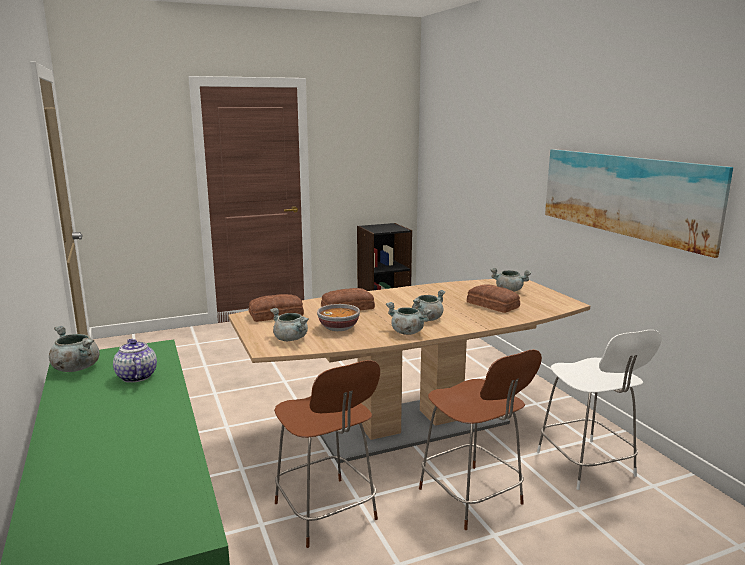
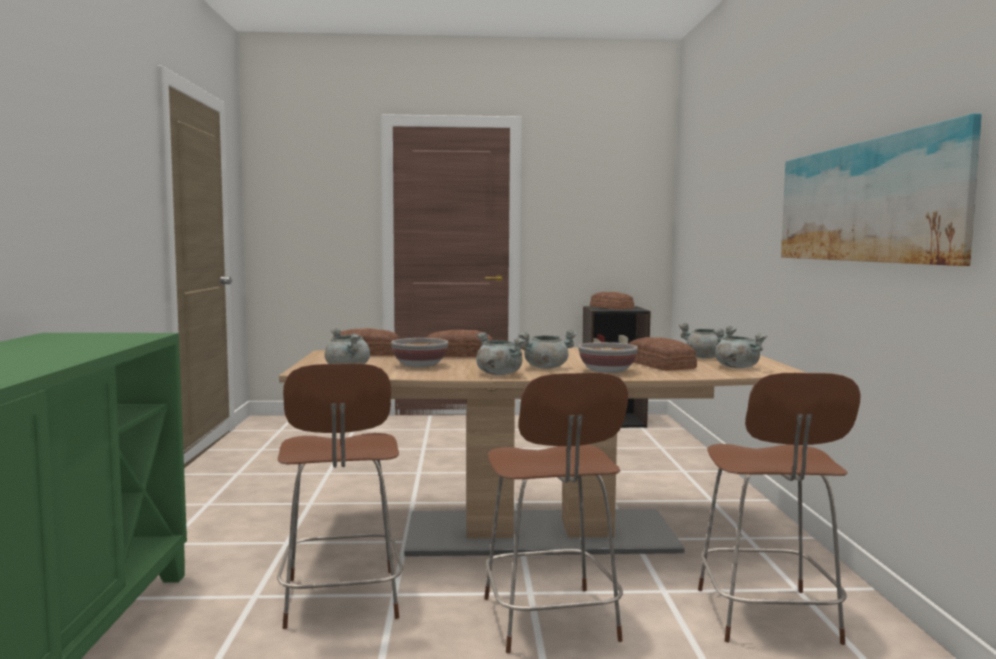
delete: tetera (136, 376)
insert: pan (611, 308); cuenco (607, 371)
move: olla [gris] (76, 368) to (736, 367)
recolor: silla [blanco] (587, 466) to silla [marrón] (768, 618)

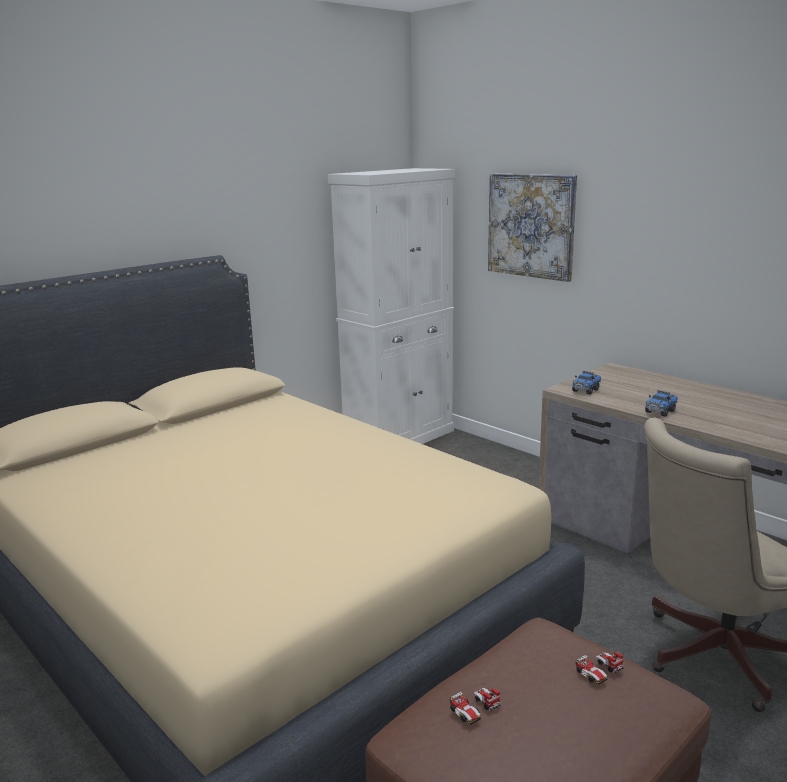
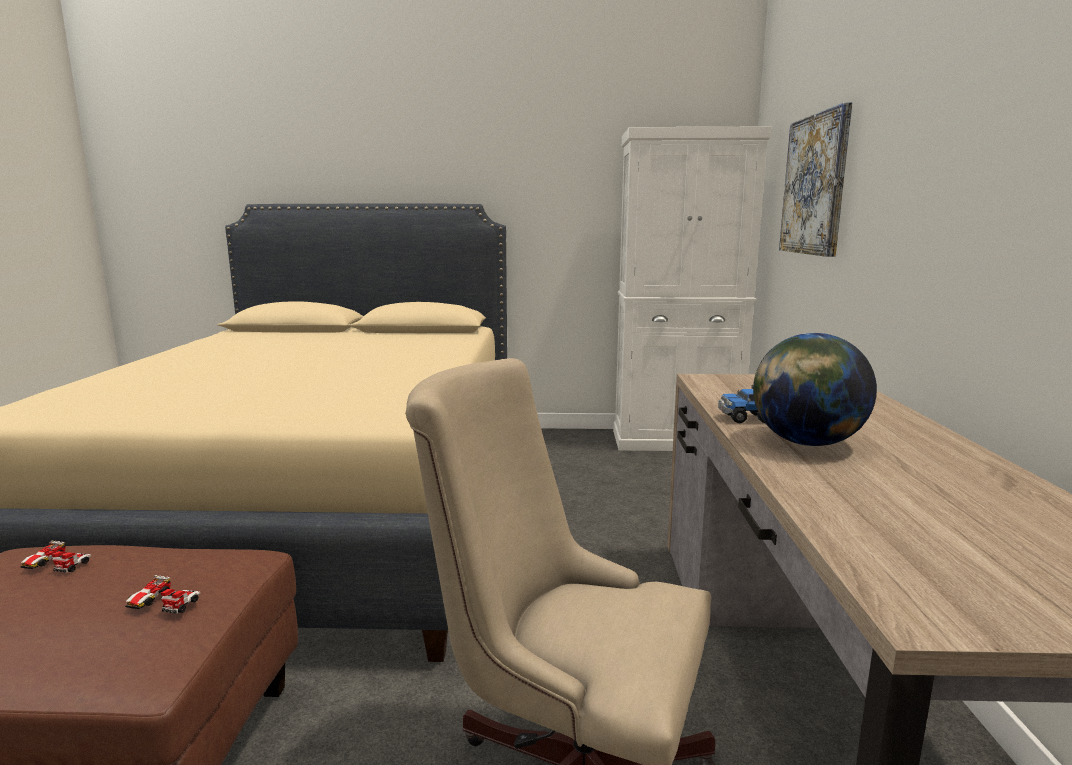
delete: camión de juguete (585, 390)
insert: globo terráqueo (806, 443)

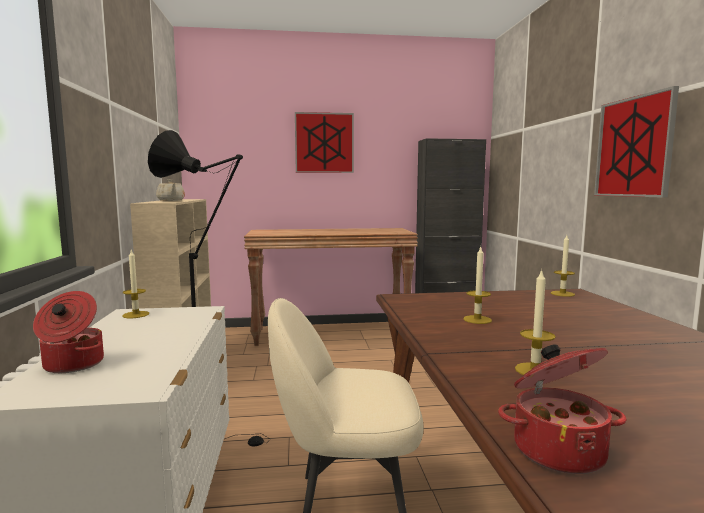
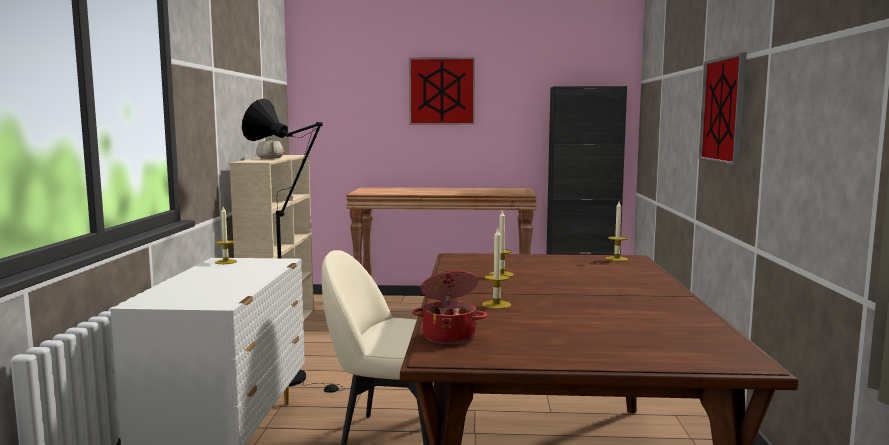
delete: olla (72, 365)

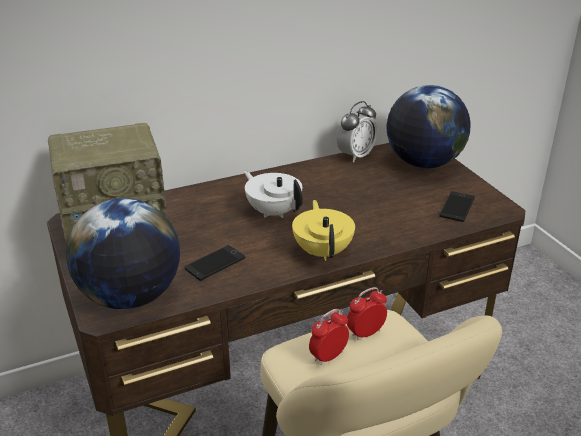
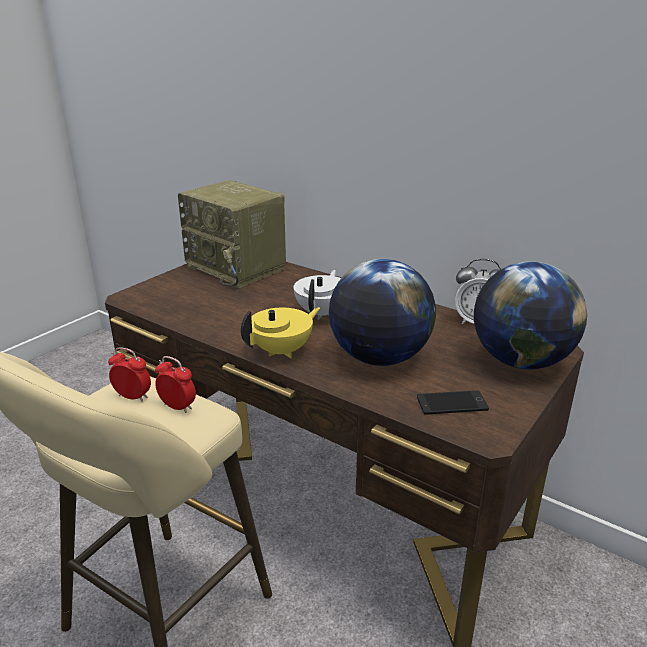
delete: móvil (215, 263)
move: globo terráqueo (130, 297) to (379, 358)

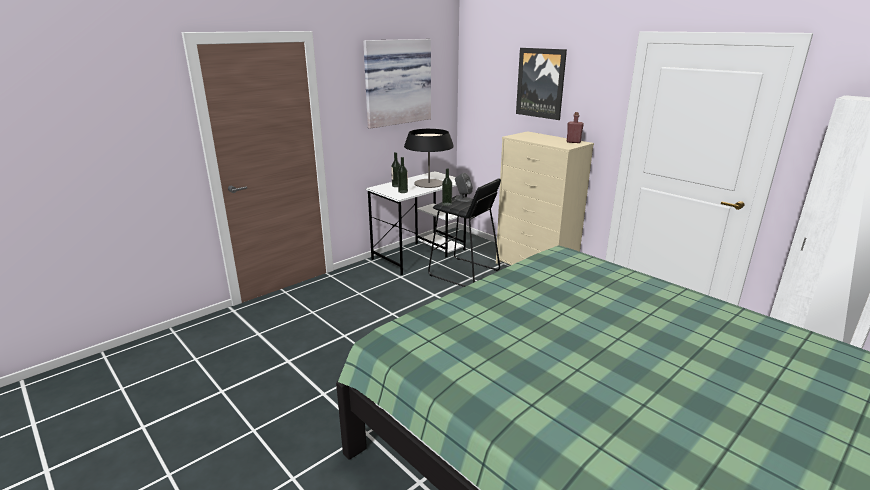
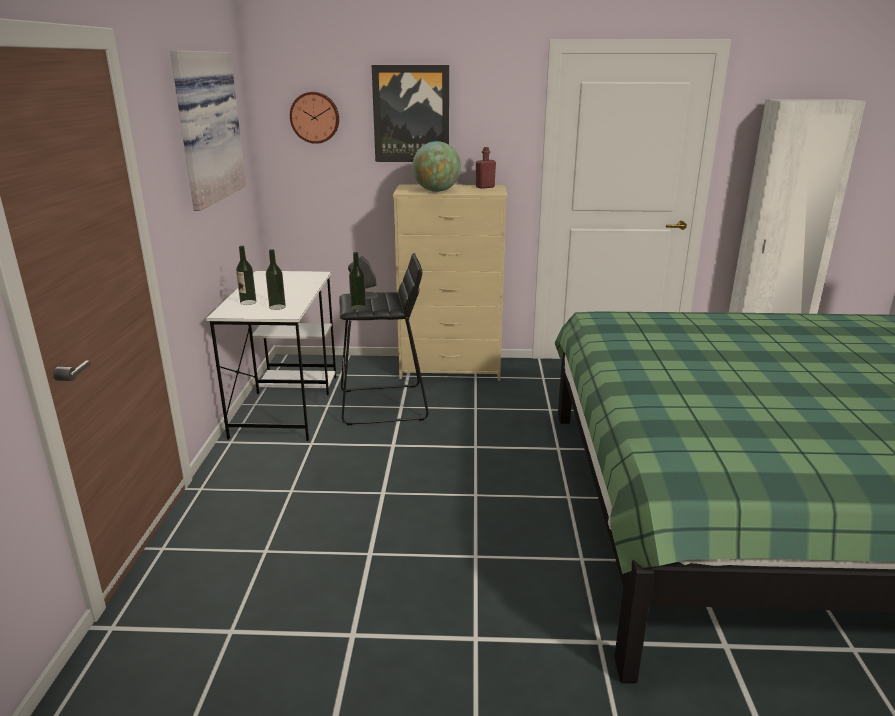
delete: lámpara de mesa (429, 183)
insert: reloj de pared (315, 117); globo terráqueo (436, 191)

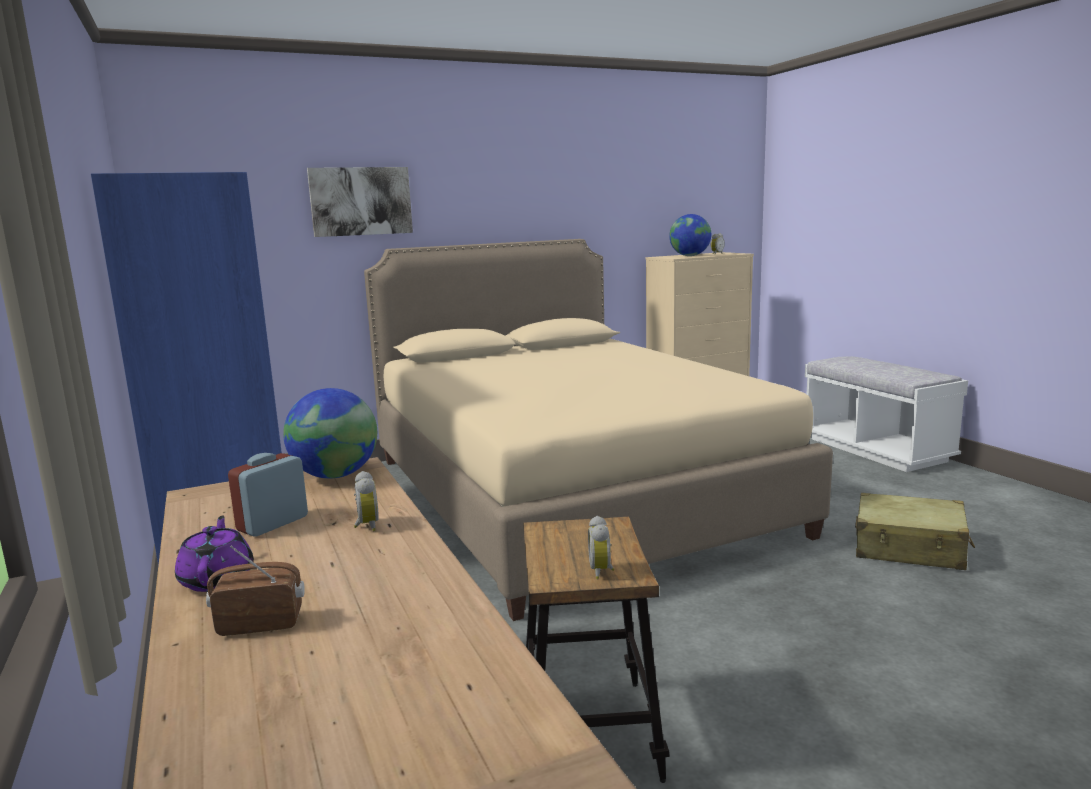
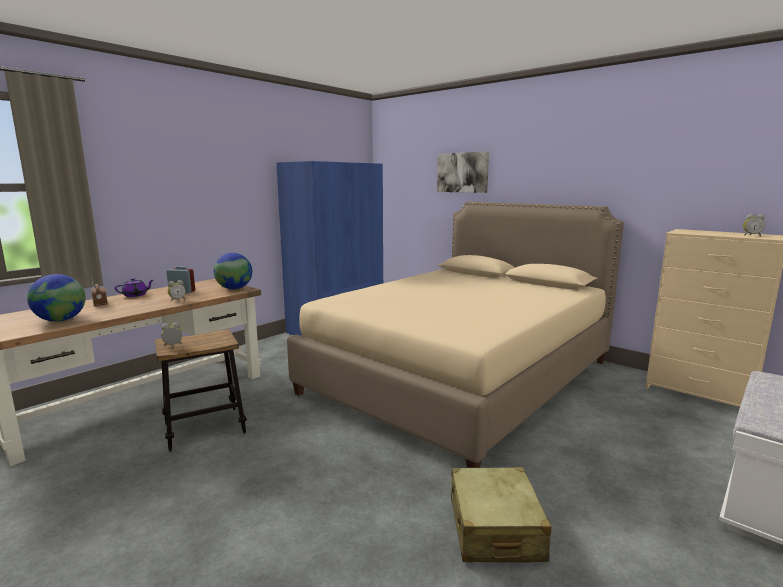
move: globo terráqueo (690, 256) to (61, 320)

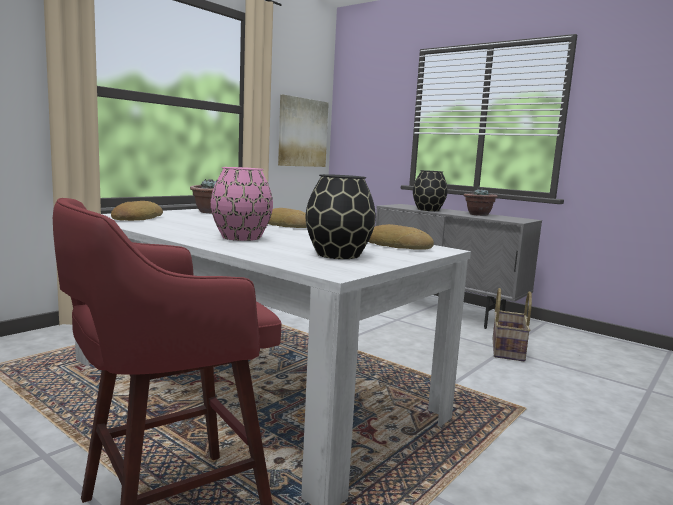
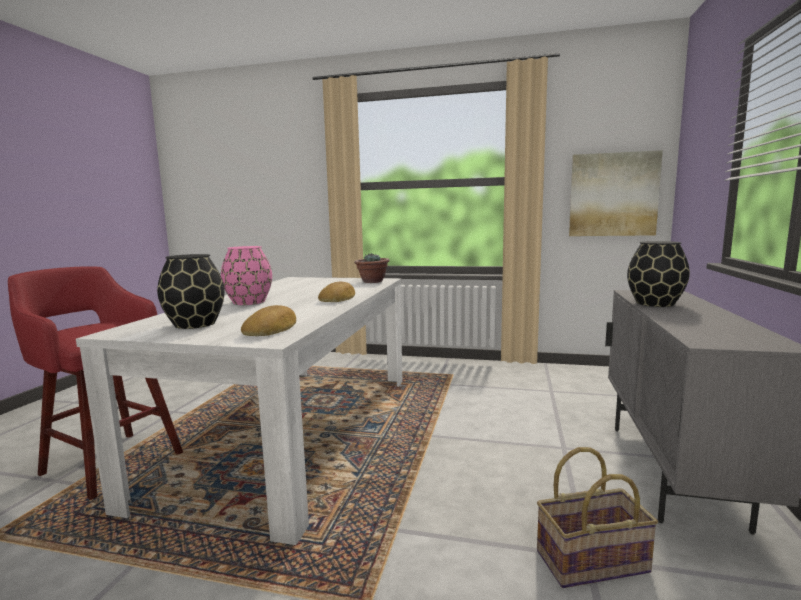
delete: planta en maceta (478, 214); pan (136, 218)

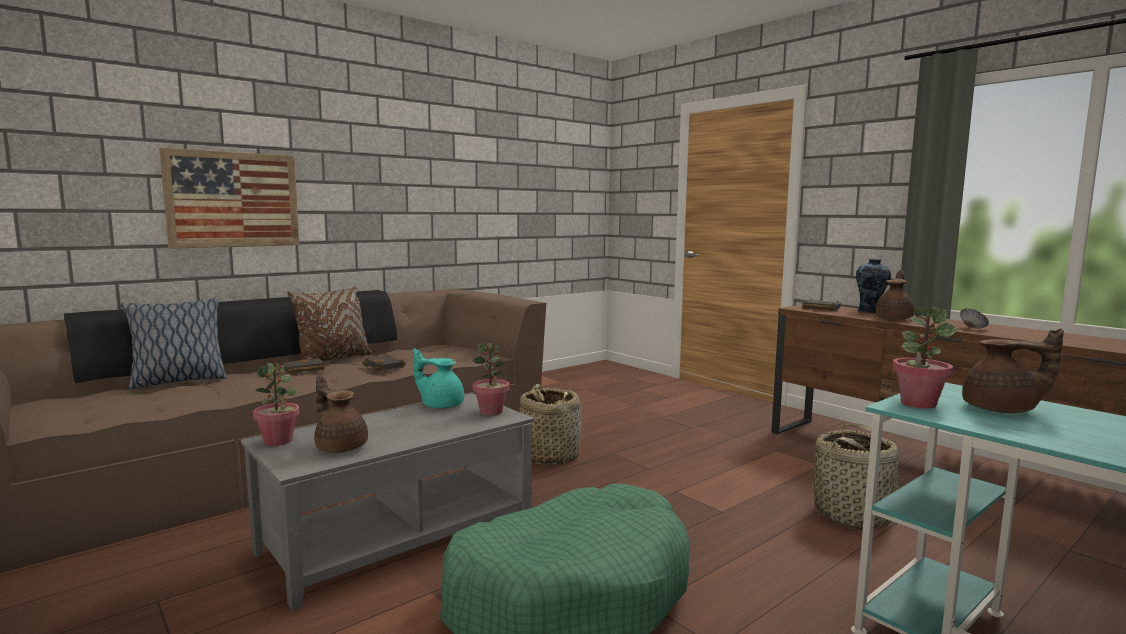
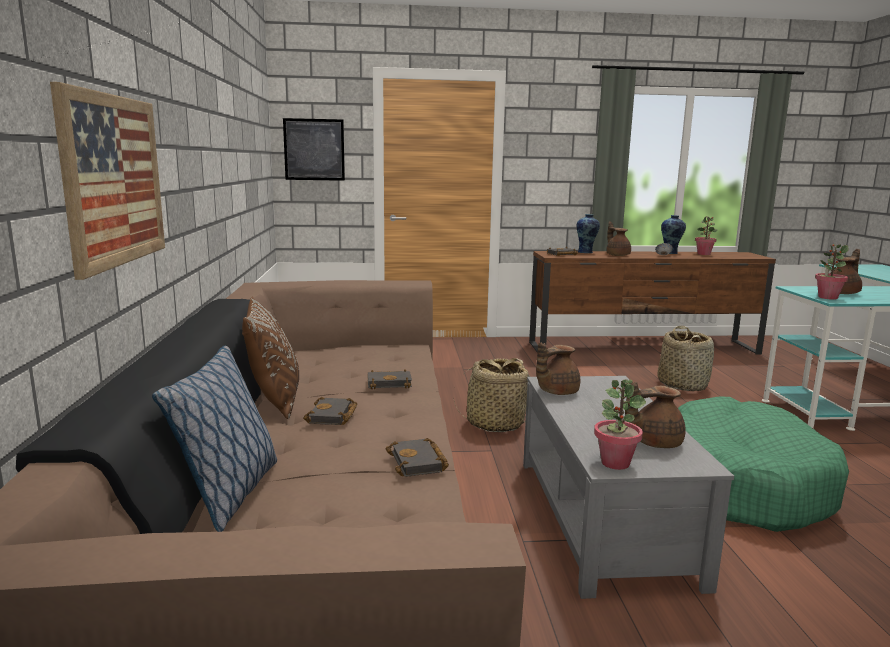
insert: cuadro (314, 149); florero (670, 253); libro [negro] (419, 463)
move: planta en maceta (491, 412) to (704, 254)
recolor: tetera [turquesa] (441, 405) to tetera [marrón] (556, 392)

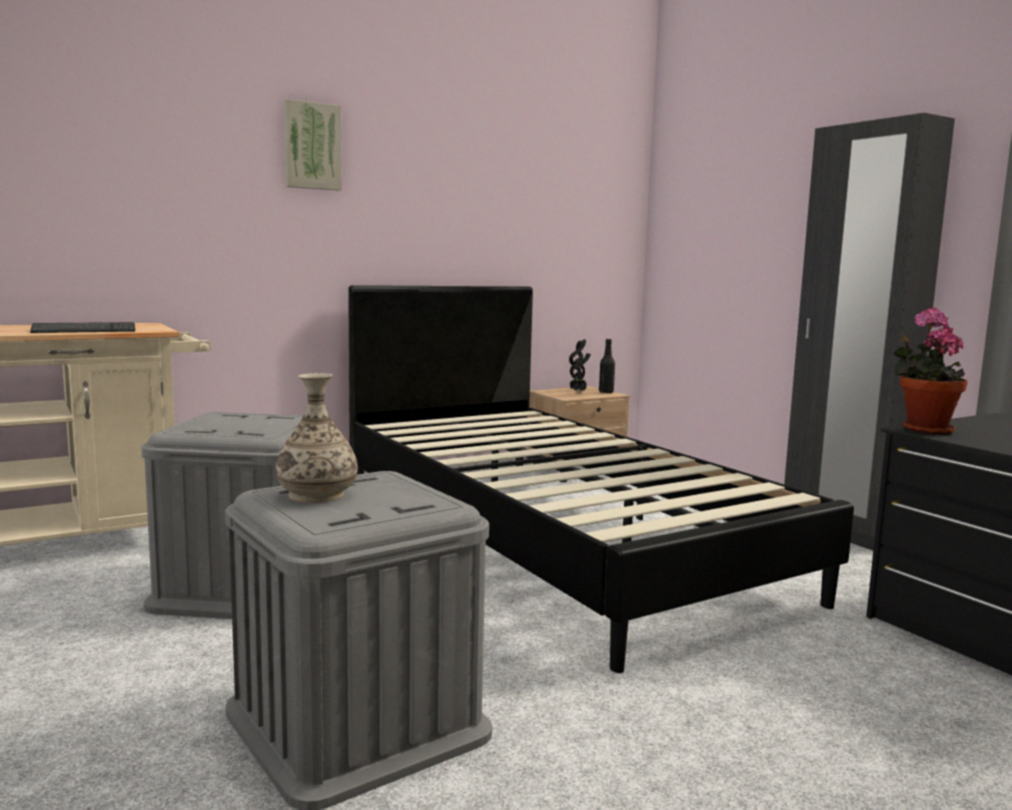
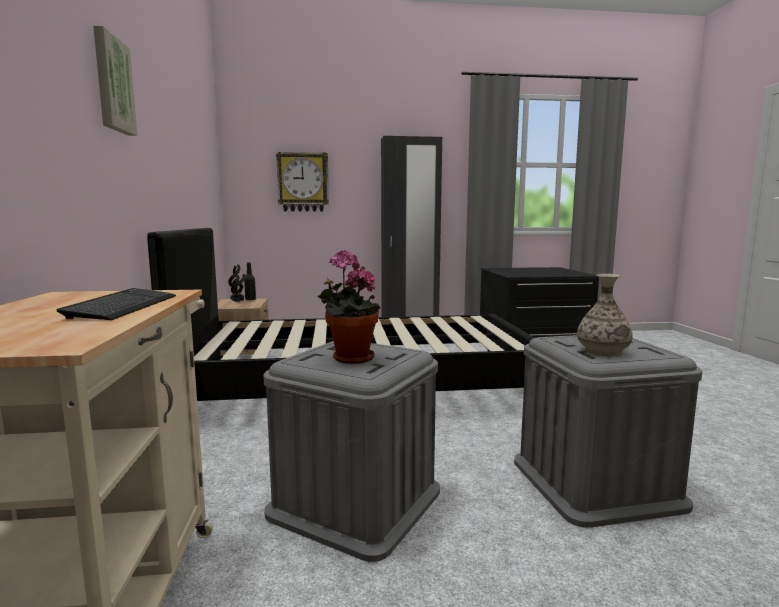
insert: reloj de pared (303, 182)
move: planta en maceta (923, 430) to (349, 358)

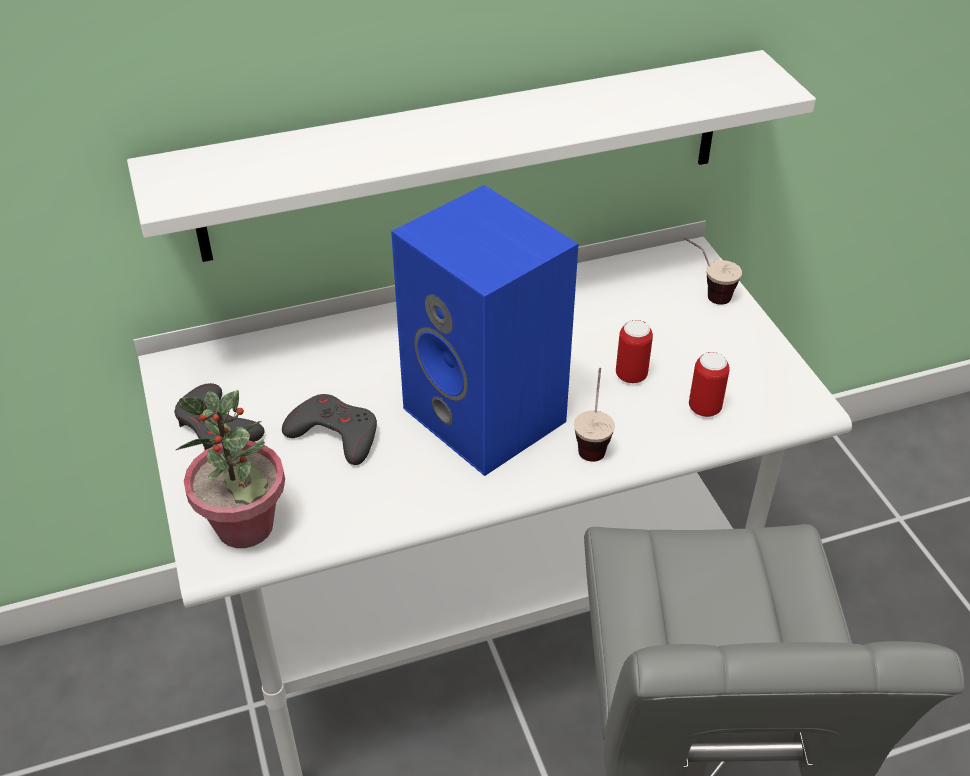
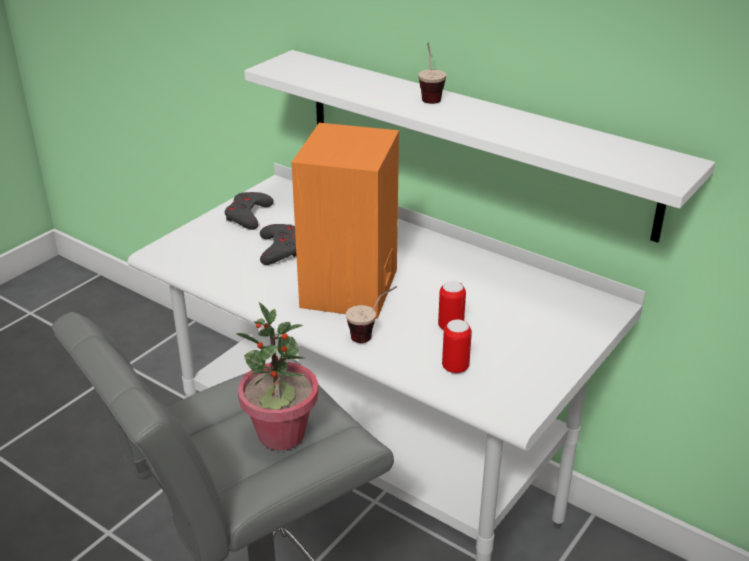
move: taza (705, 293) to (429, 96); planta en maceta (245, 526) to (281, 434)
recolor: altavoz [azul] (489, 415) to altavoz [naranja] (351, 290)

